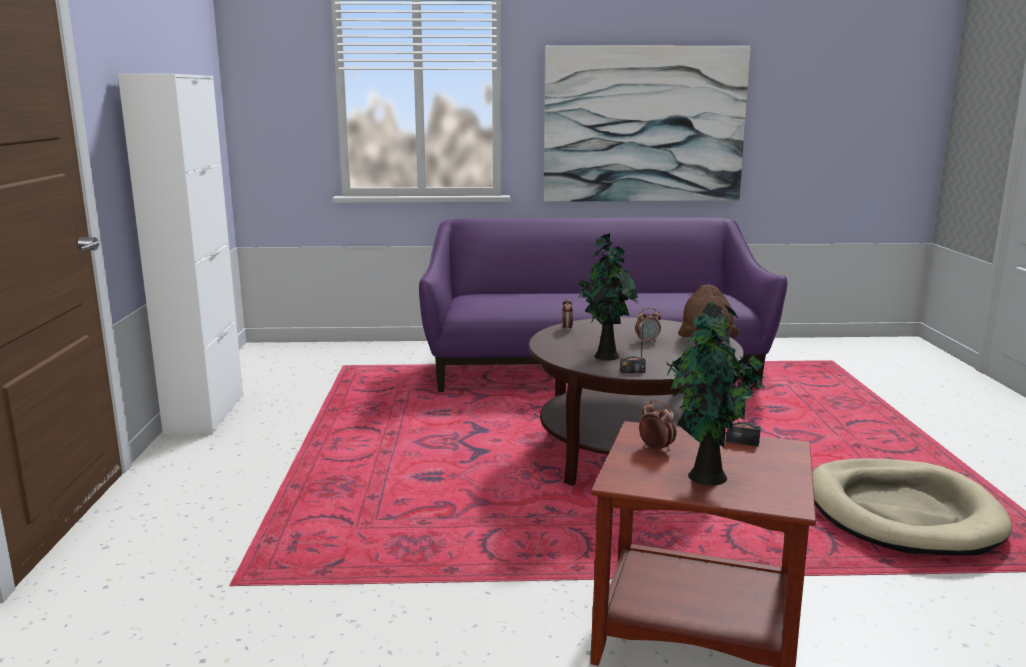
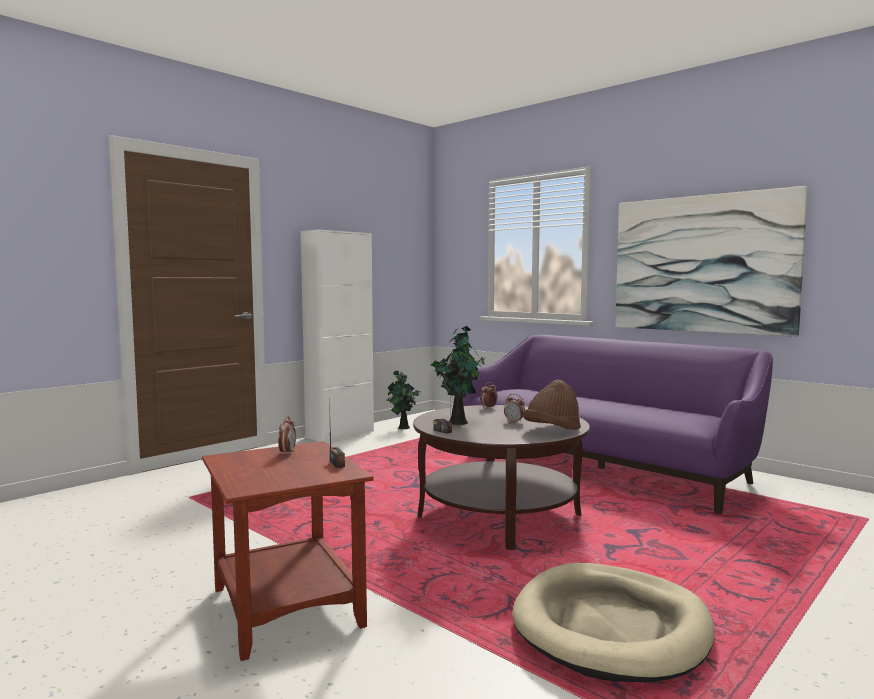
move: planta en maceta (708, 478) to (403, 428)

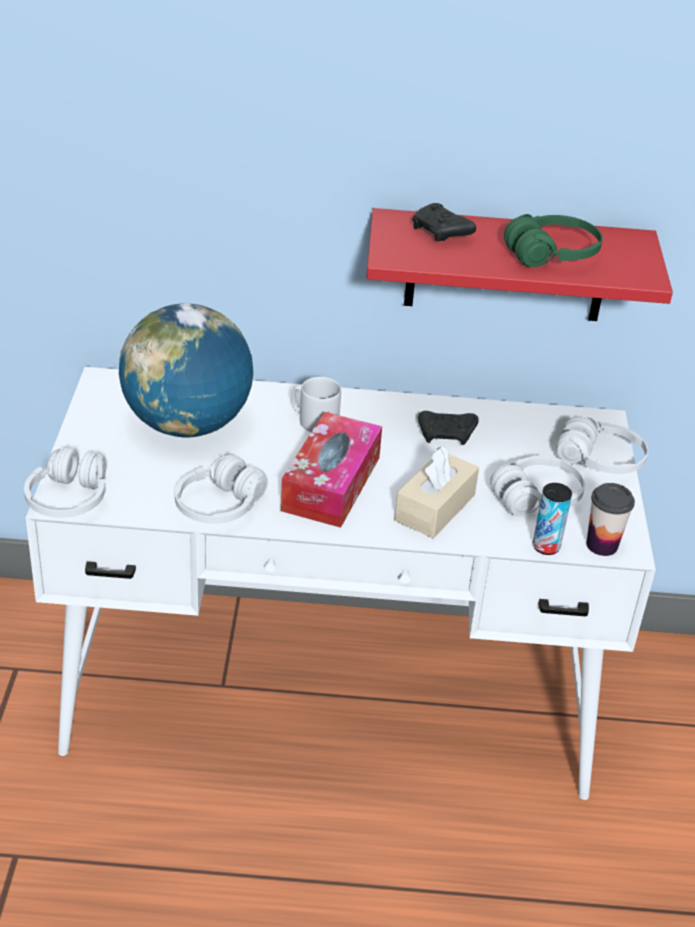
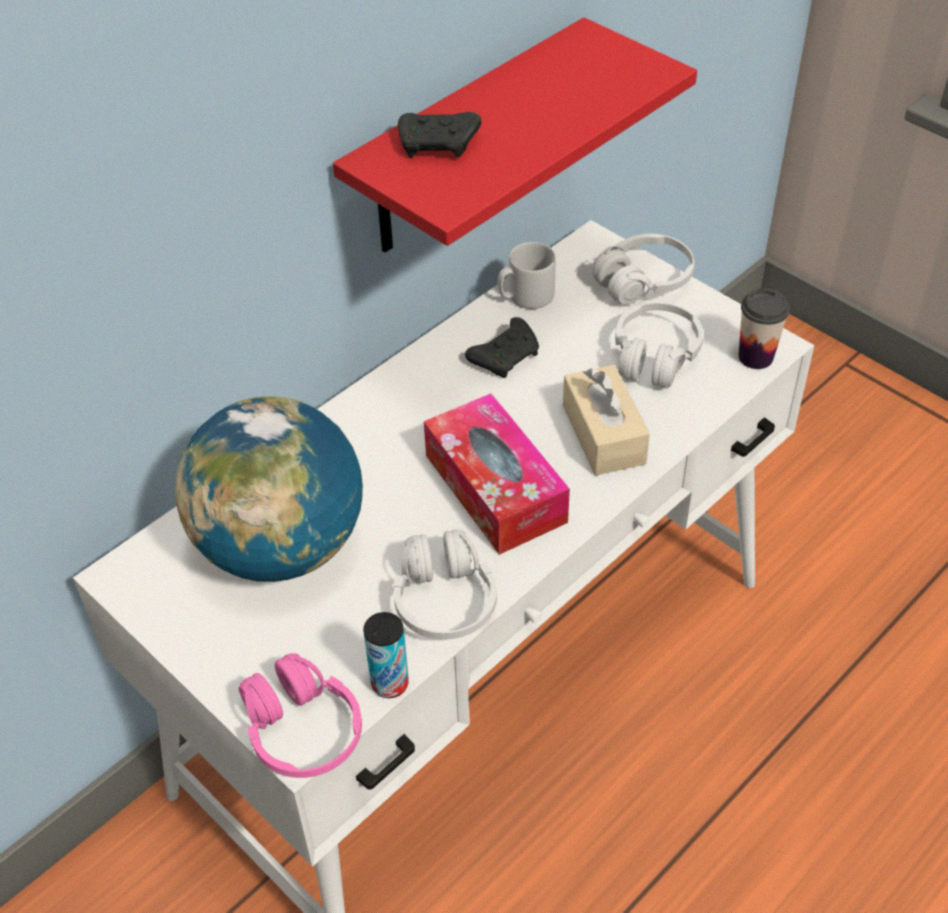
delete: auriculares [verde] (552, 255)
move: taza grande [gris] (314, 421) to (525, 296); lata (546, 547) to (390, 683)
recolor: auriculares [blanco] (69, 499) to auriculares [rosa] (302, 730)

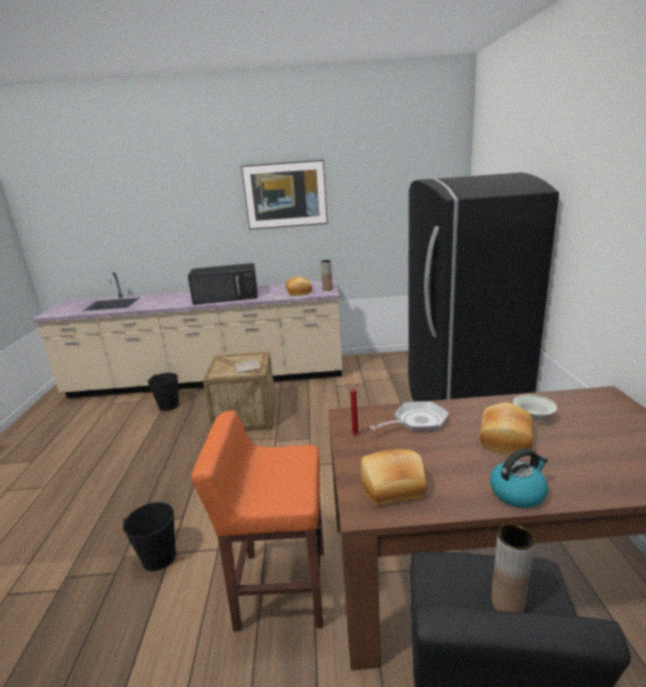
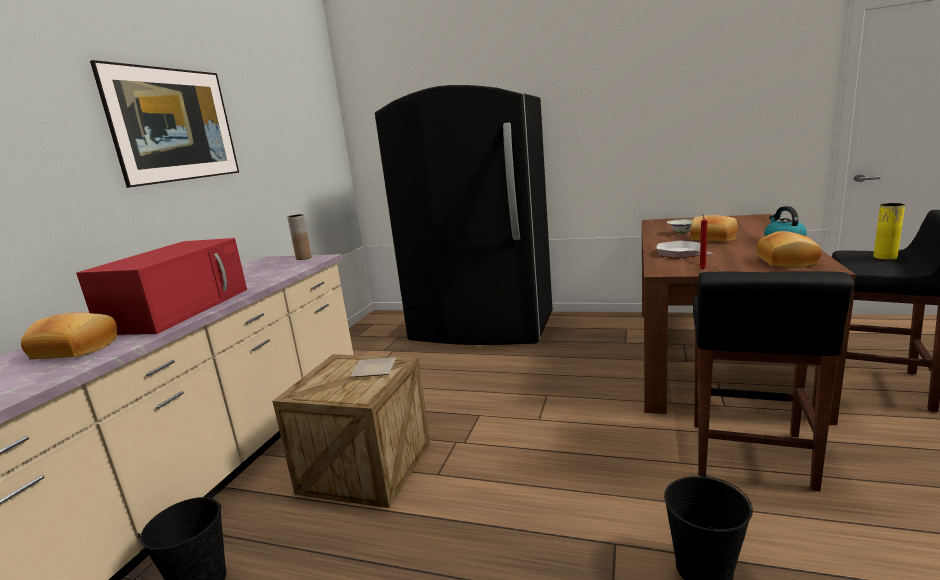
move: pan (299, 292) to (77, 349)
recolor: microondas [negro] (227, 297) to microondas [rojo] (180, 309); taburete [naranja] (280, 588) to taburete [negro] (749, 456); florero [marrón] (507, 603) to florero [amarillo] (885, 257)

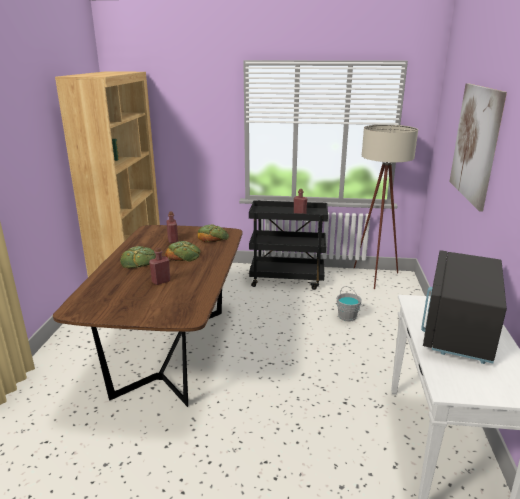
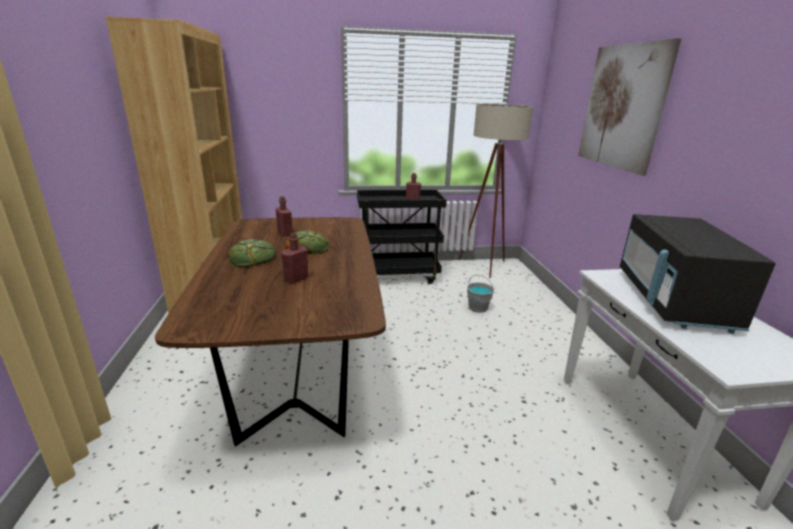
delete: pan (212, 236)

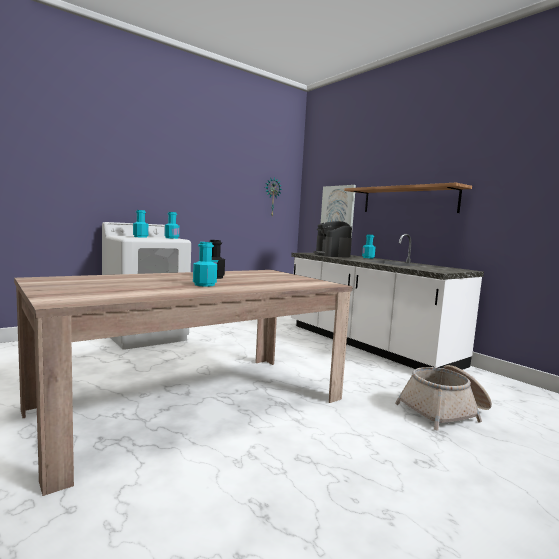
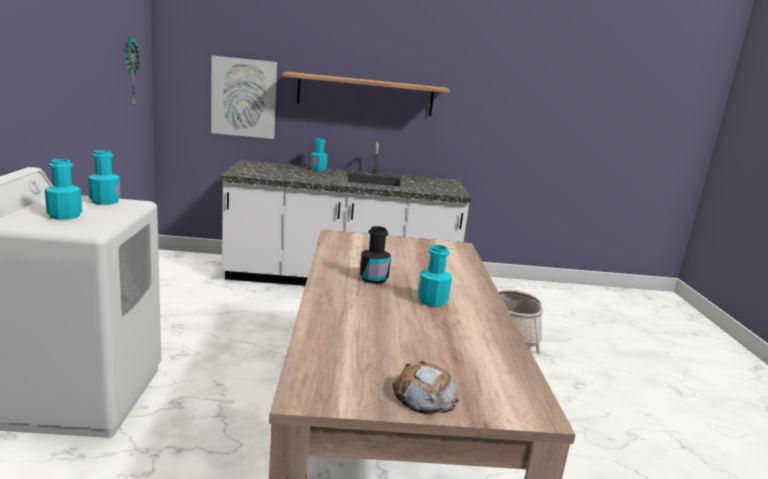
delete: cafetera (332, 255)
insert: pan (424, 396)

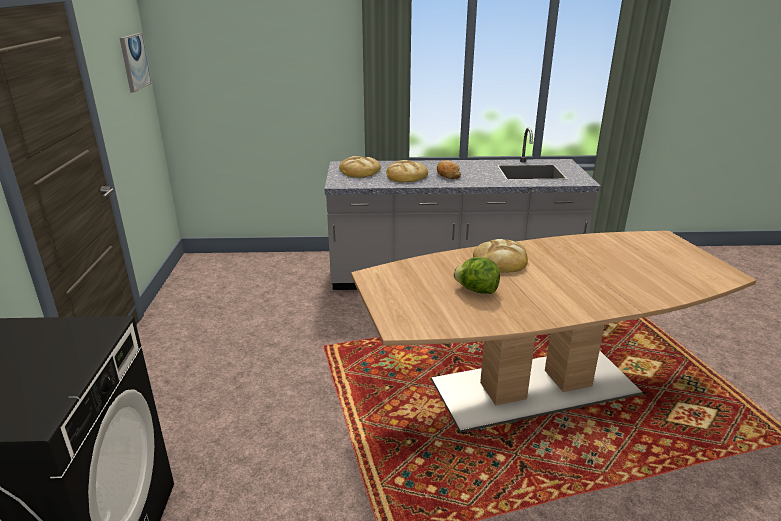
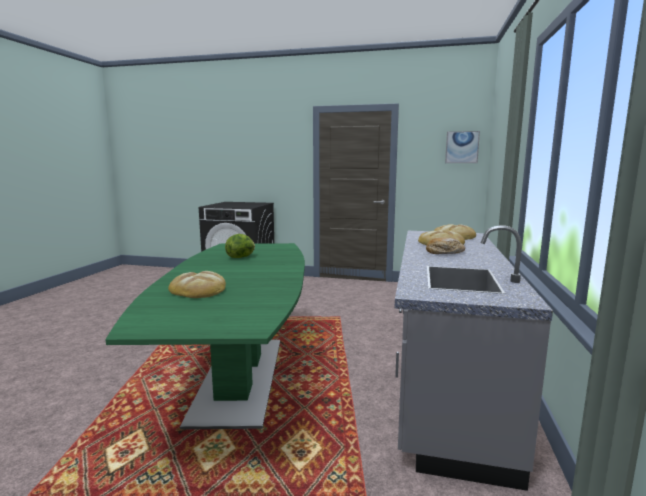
move: pan (500, 260) to (198, 289)
recolor: mesa de comedor [marrón] (535, 387) to mesa de comedor [verde] (239, 377)

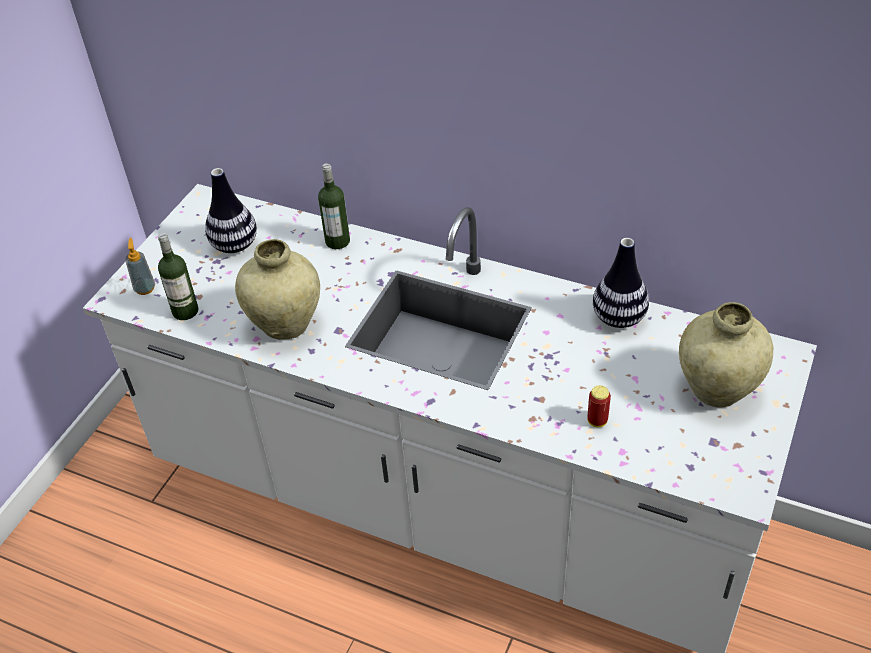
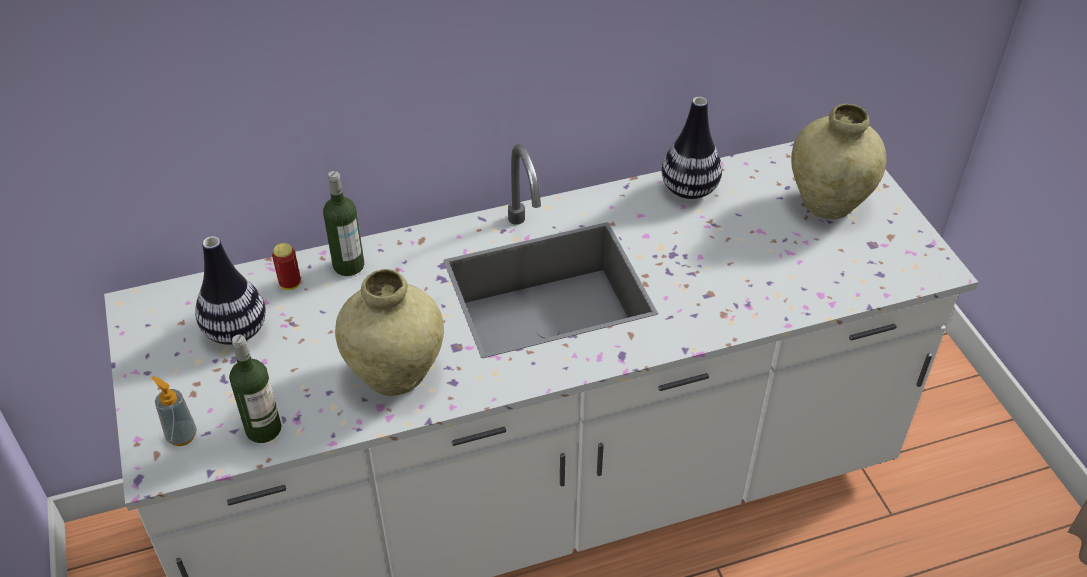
move: lata (597, 421) to (290, 284)

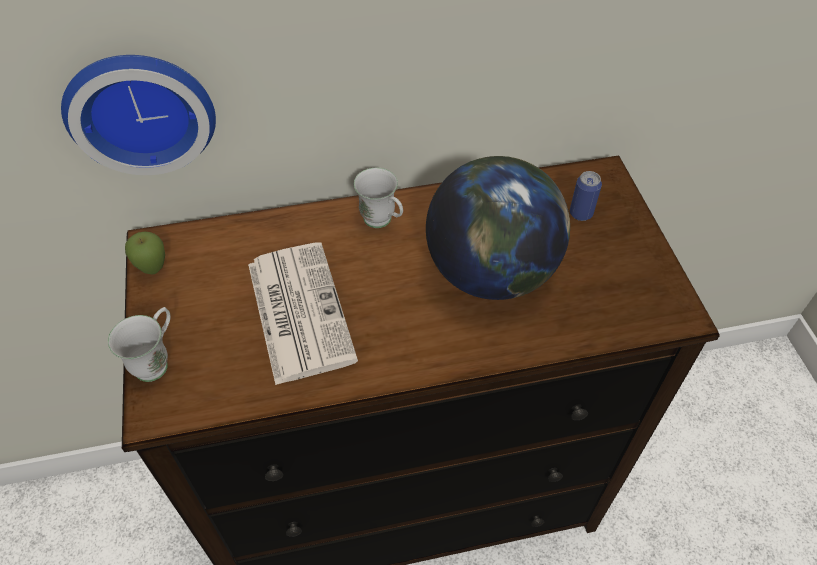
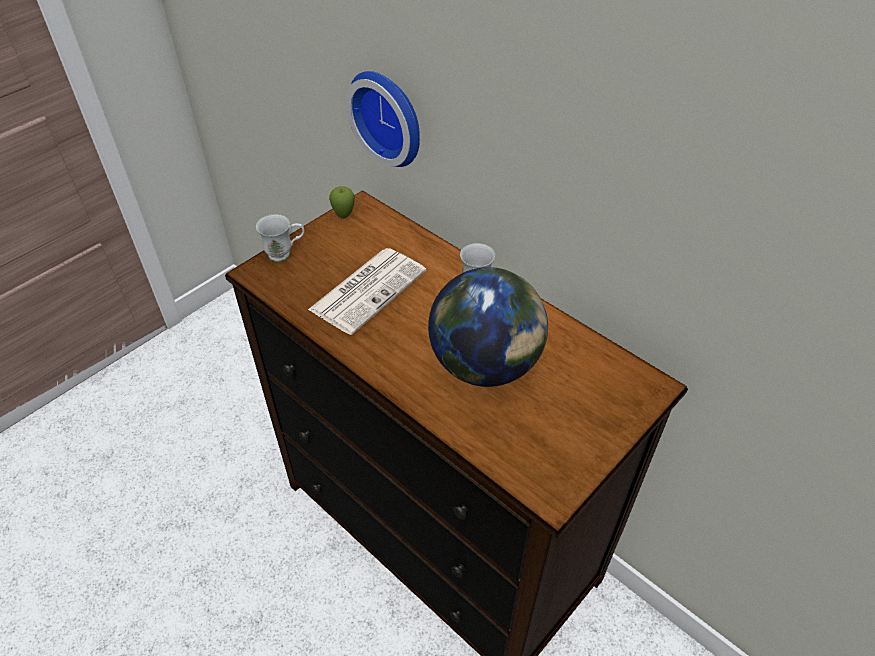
delete: lata (581, 213)

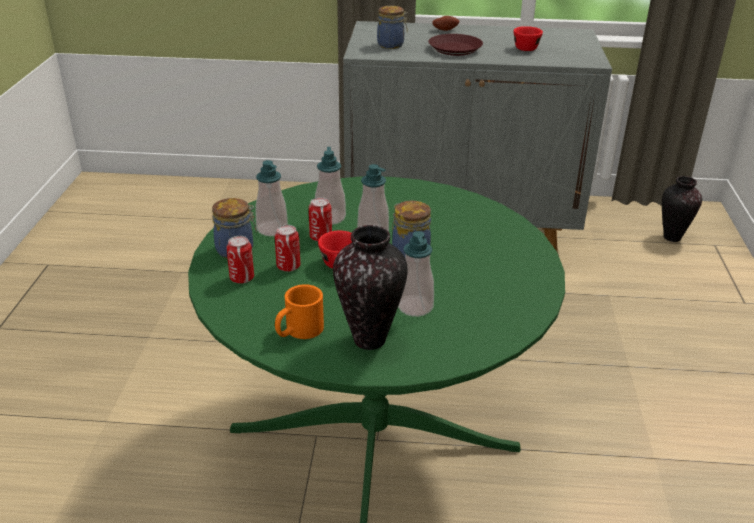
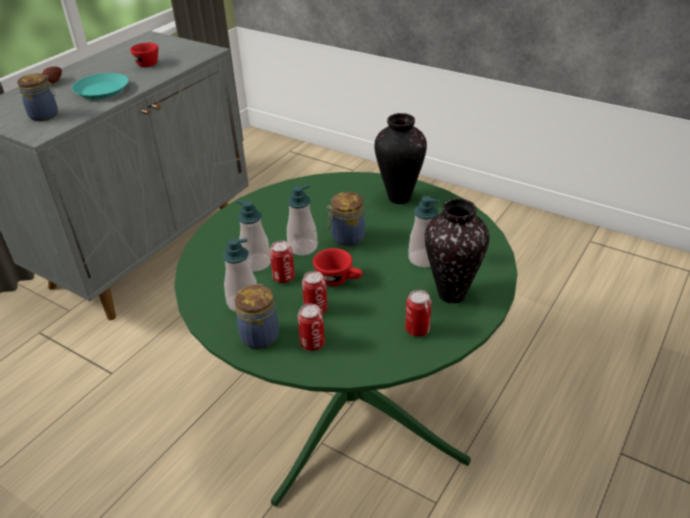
move: florero (671, 237) to (398, 198)
replace: taza grande [naranja] (298, 331) to lata (417, 329)
recolor: plato [marrón] (455, 49) to plato [turquesa] (102, 90)

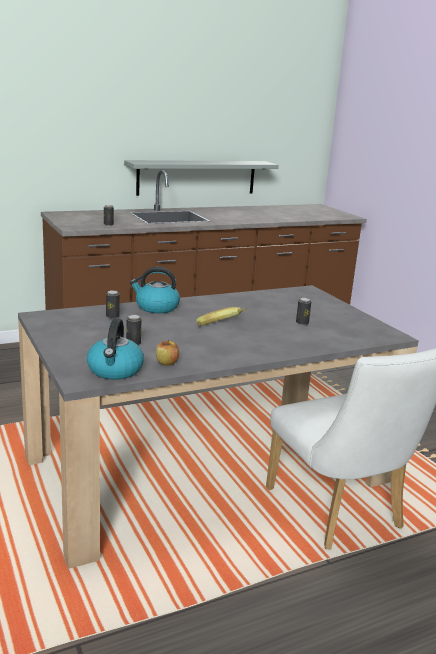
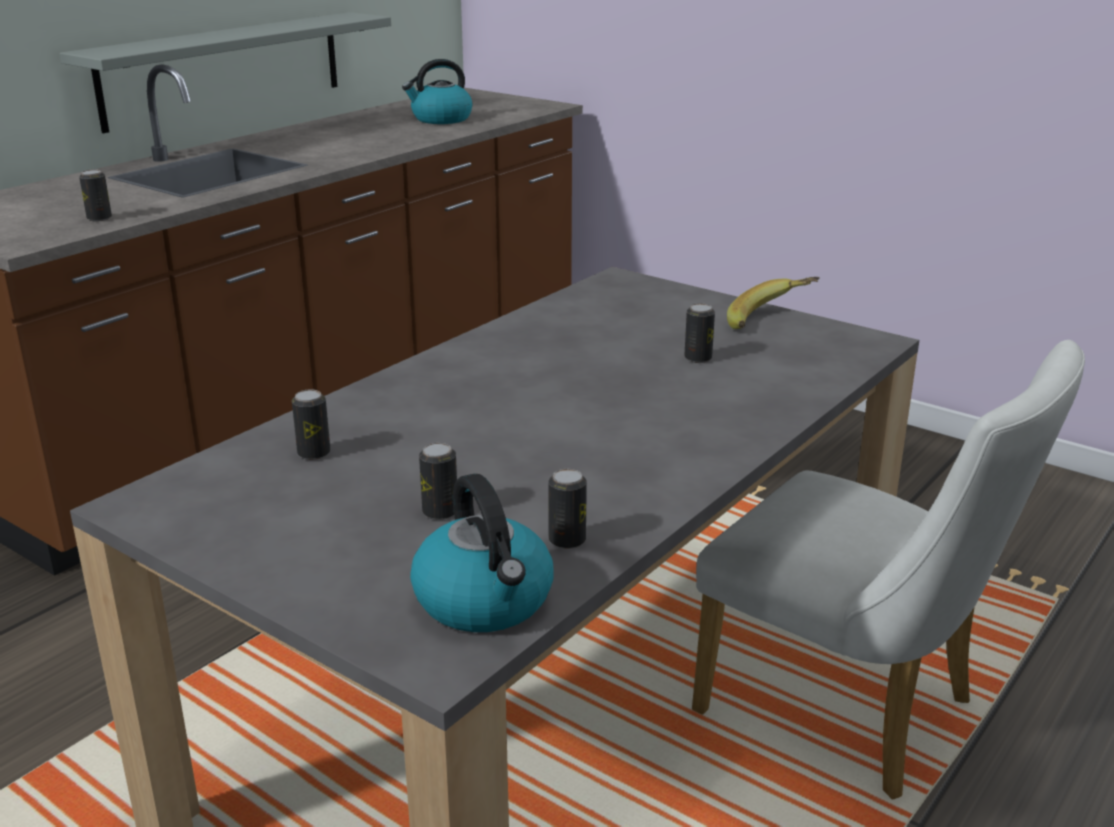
move: hervidor (156, 307) to (441, 119); plátano (222, 327) to (770, 322)
replace: manzana (167, 363) to lata (567, 540)

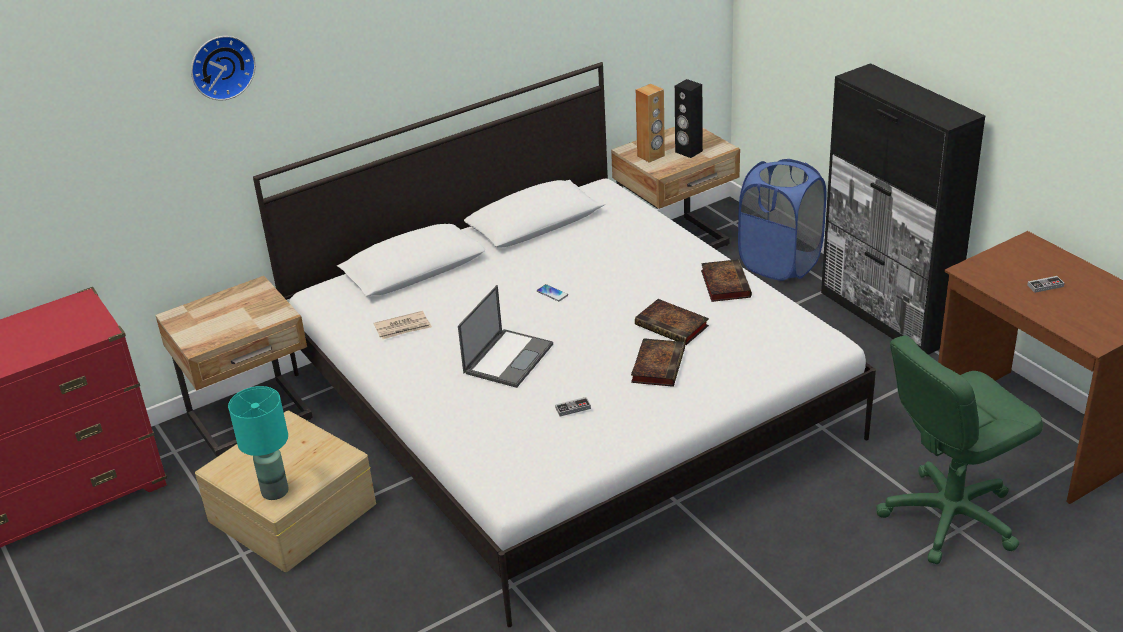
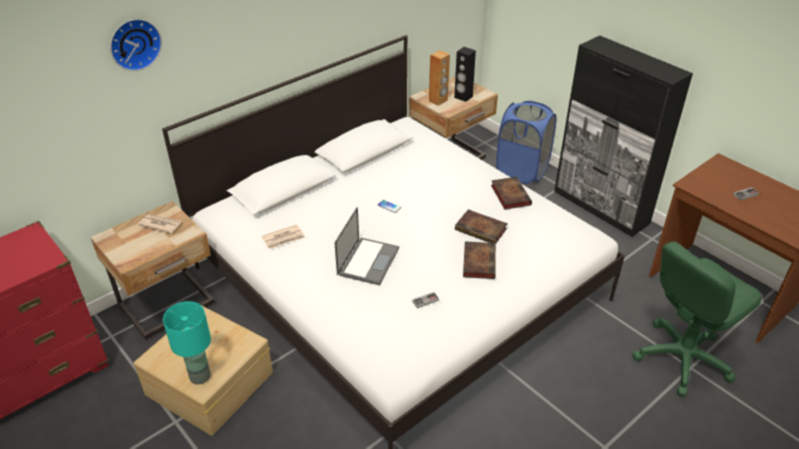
insert: periódico (160, 224)

